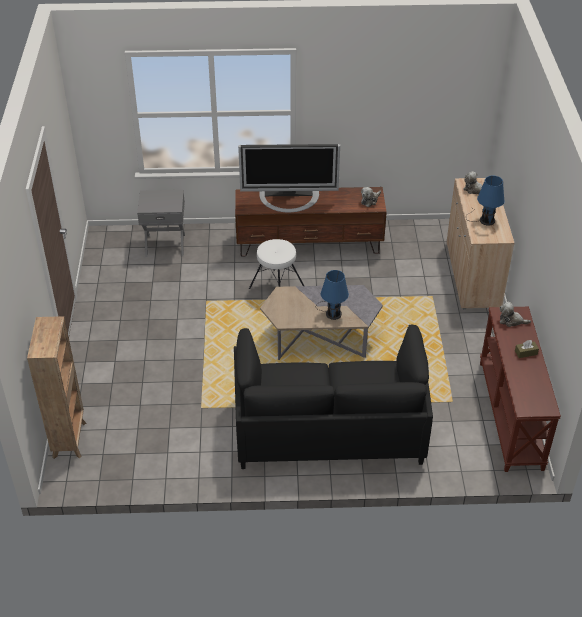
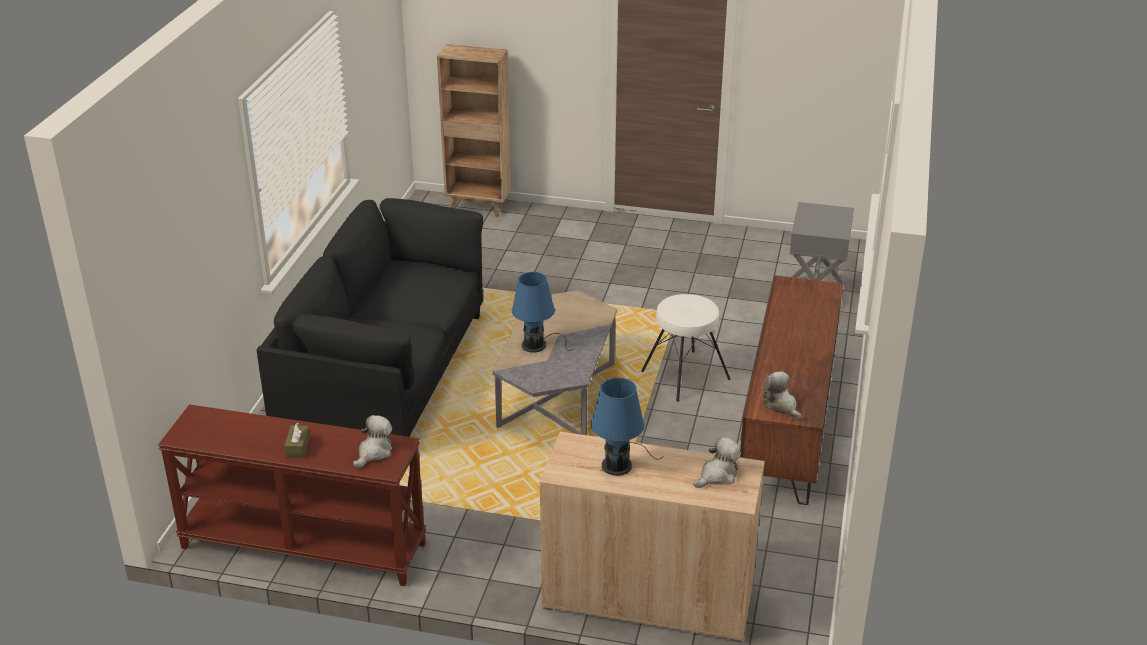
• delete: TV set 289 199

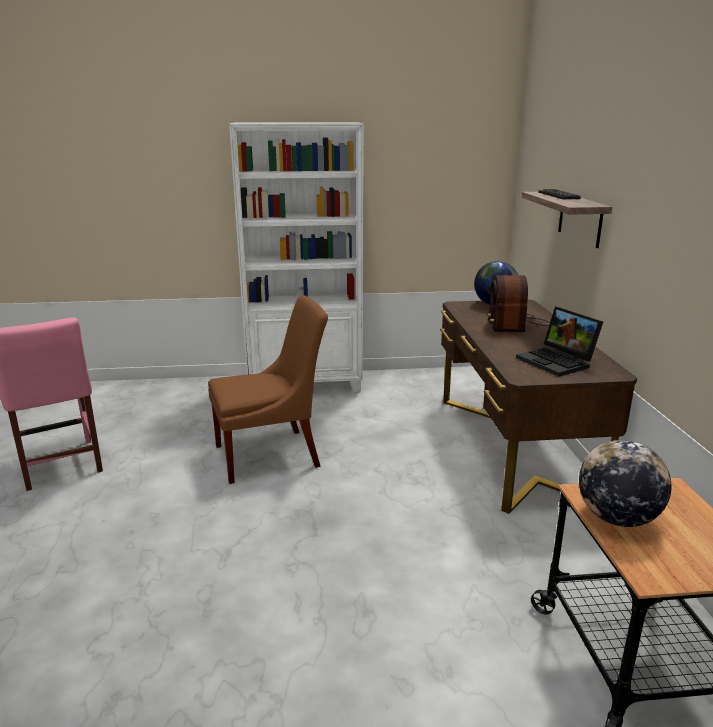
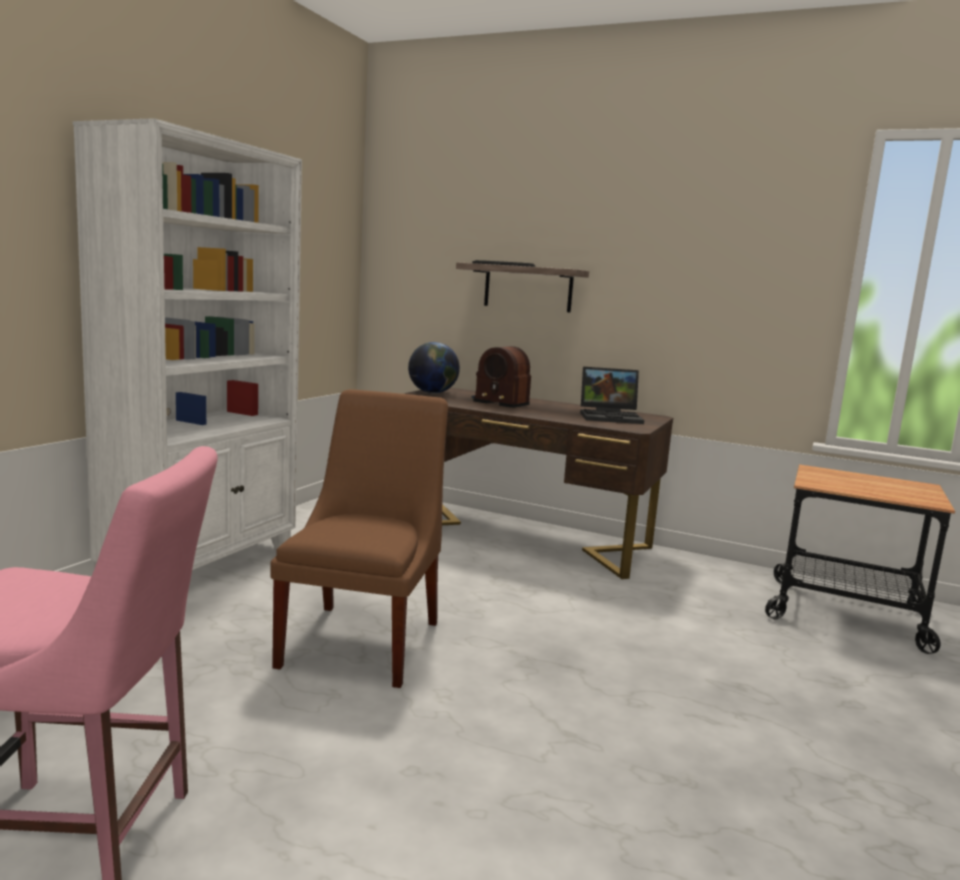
• delete: world globe 617 518

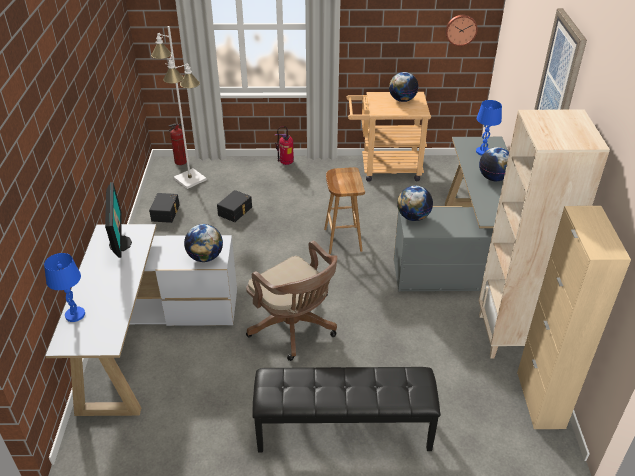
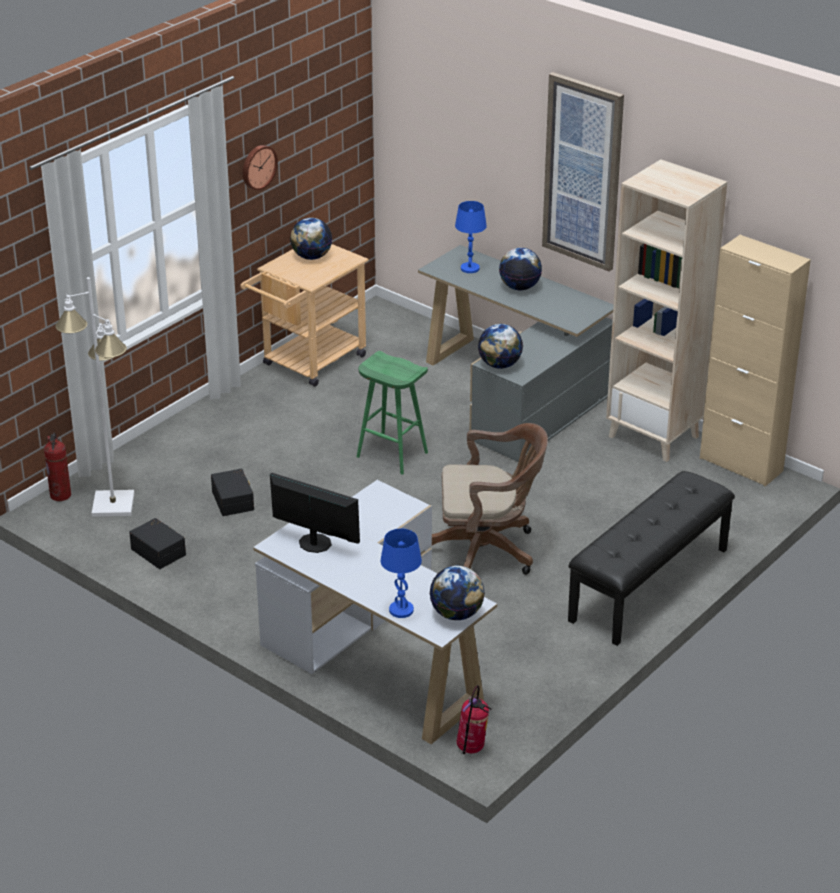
• move: world globe 205 257 to 456 614
• move: fire extinguisher 286 163 to 471 749
• move: wall clock 461 29 to 258 166
• recolor: stool seat (brown-coloured) 342 239 to stool seat (greenish) 391 454

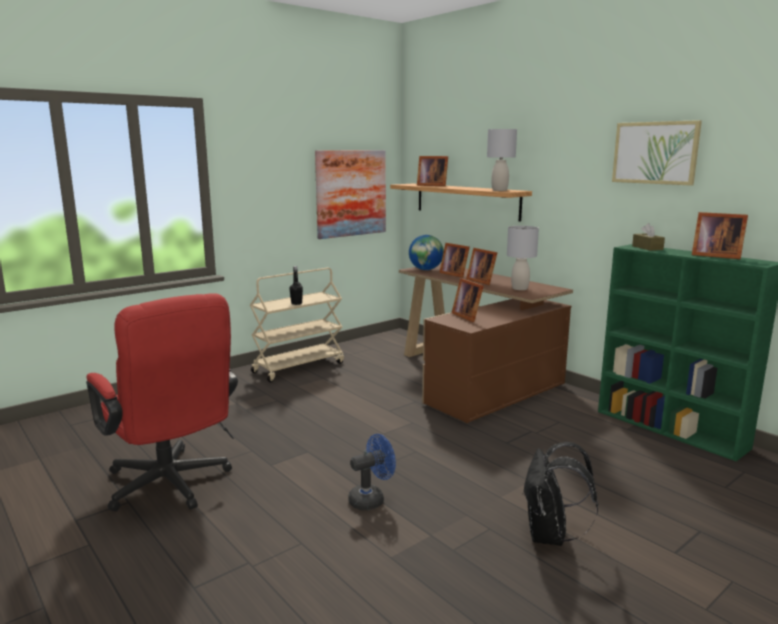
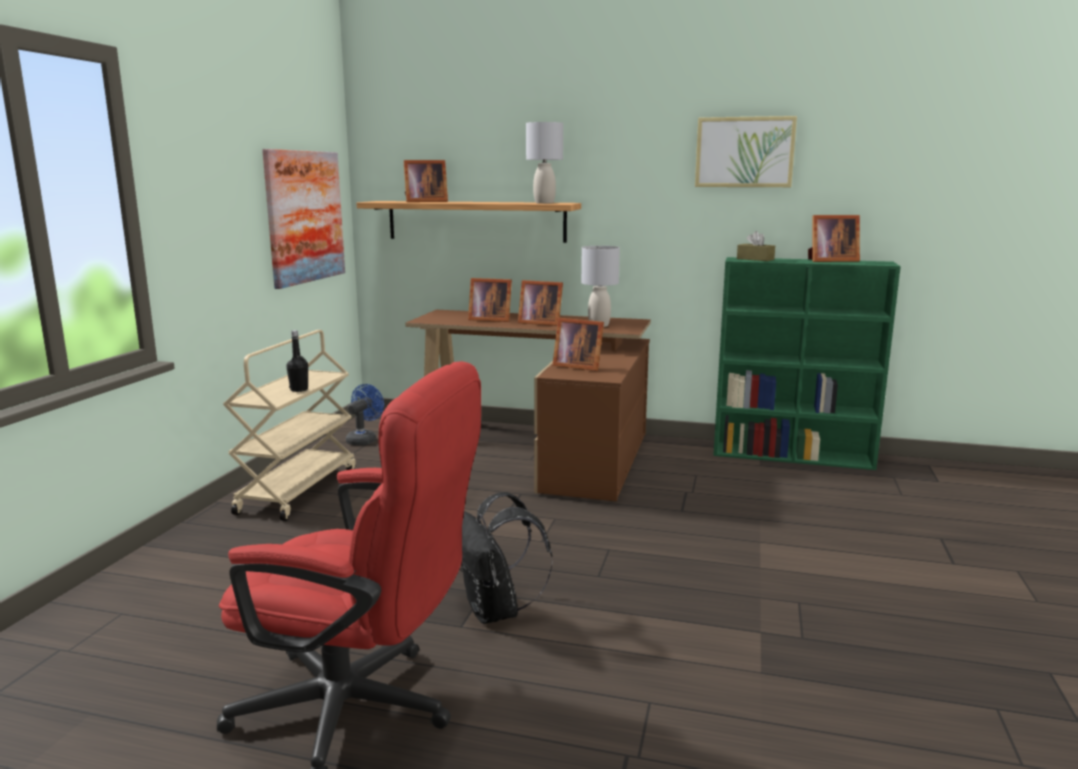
• delete: world globe 426 270
• move: cooling fan (bluish) 371 499 to 364 439
• move: knapsack (black-coloured) 550 536 to 496 612

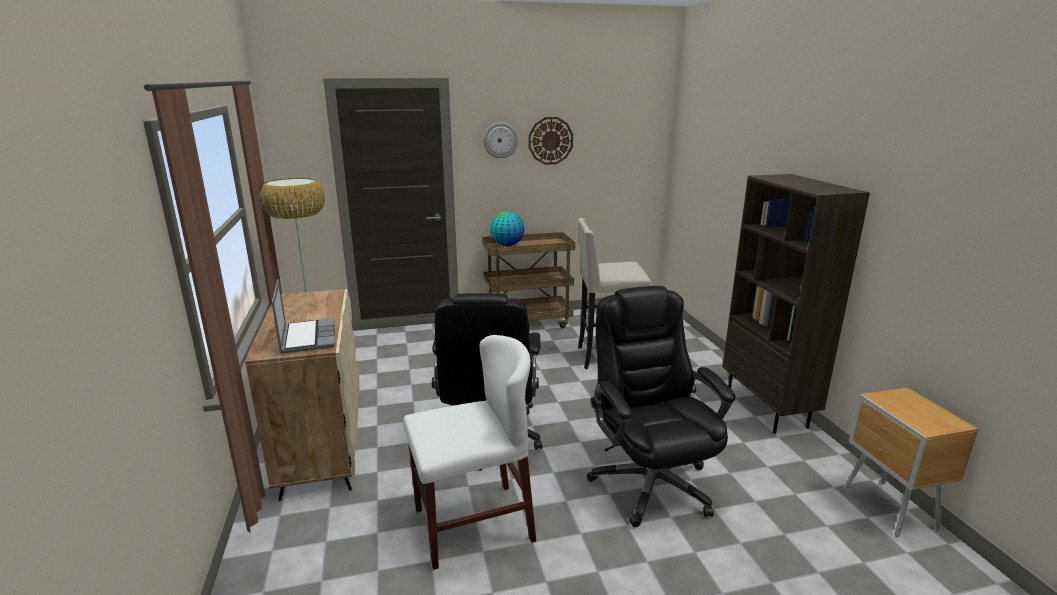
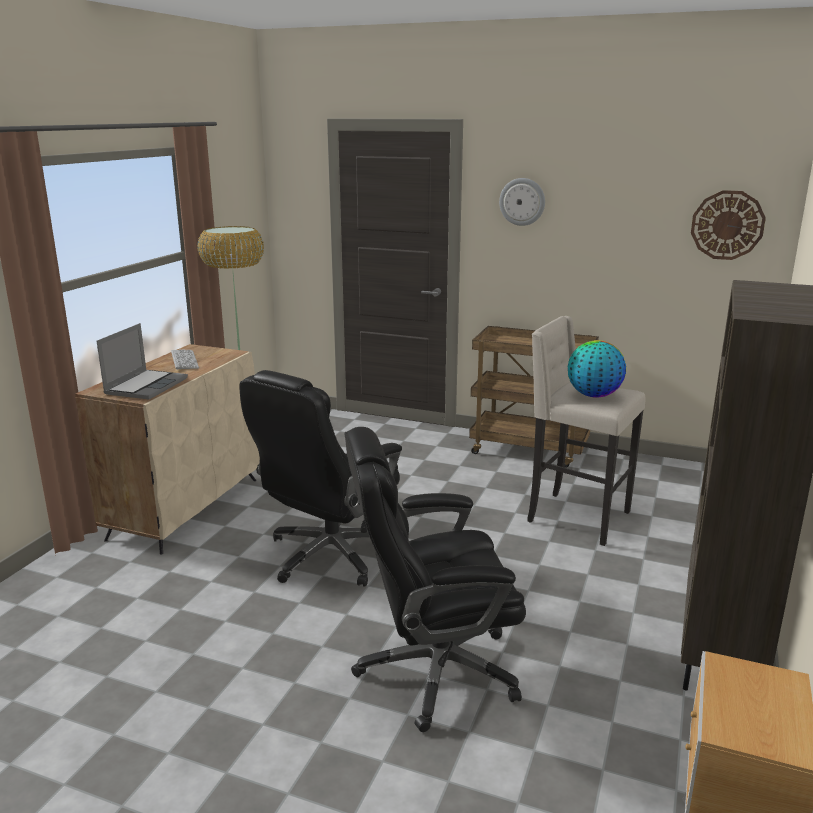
• delete: upright chair (white) 473 524
• insert: computer keyboard 184 360
• move: world globe 507 245 to 593 395
• move: wall clock 550 140 to 727 225
• rotate: desk chair (black-coloured) 650 482 = 433 670 120 degrees counterclockwise

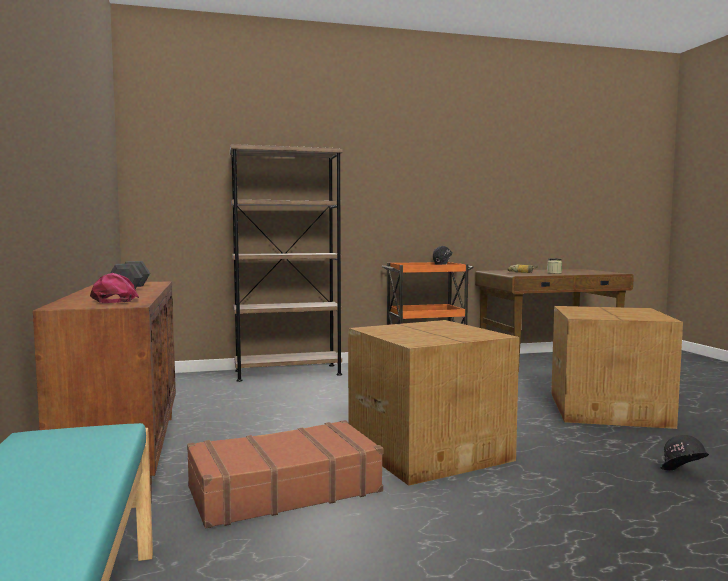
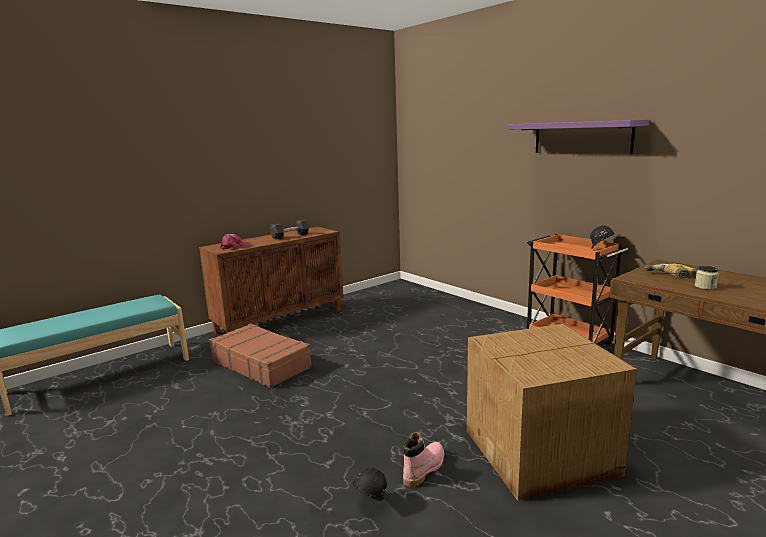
• delete: bookcase (brown-coloured) 288 372
• delete: carton 429 449
• insert: boot (pink-coloured) 424 468
• insert: shelf (purple) 582 137

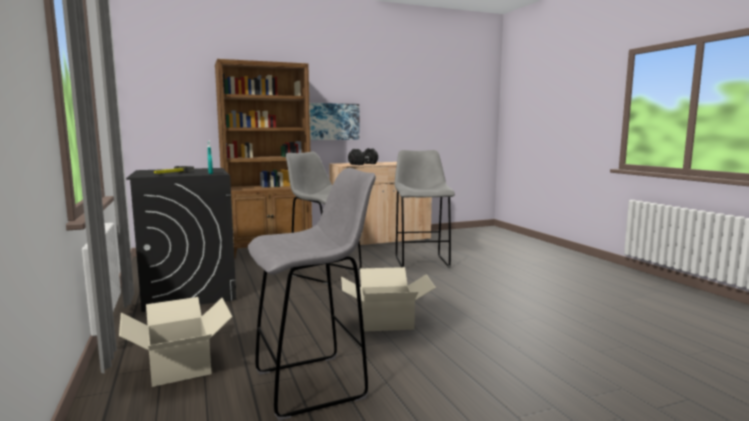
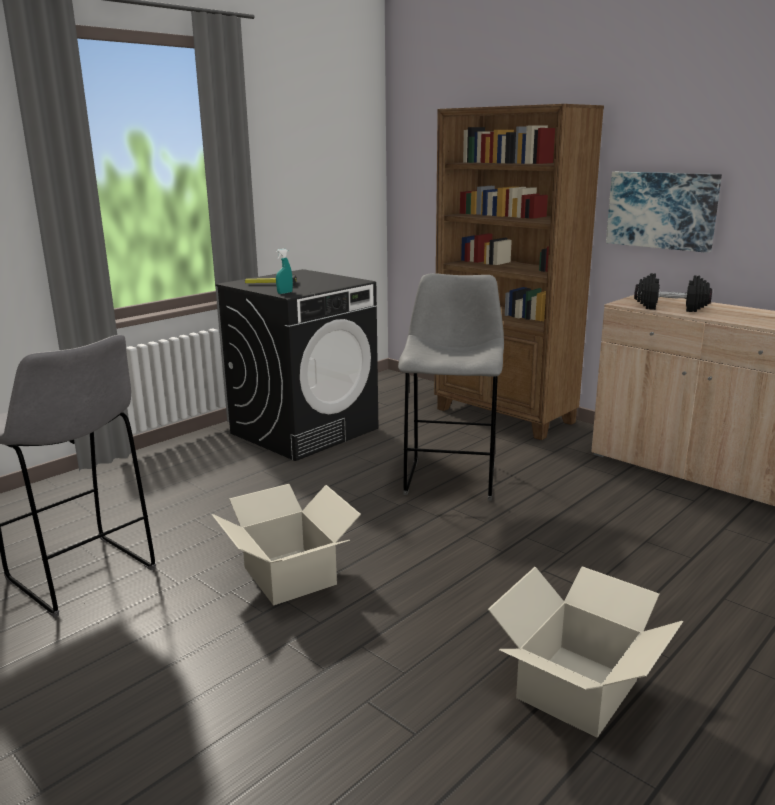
• delete: stool seat (gray) 421 262
• move: carton 179 366 to 575 688

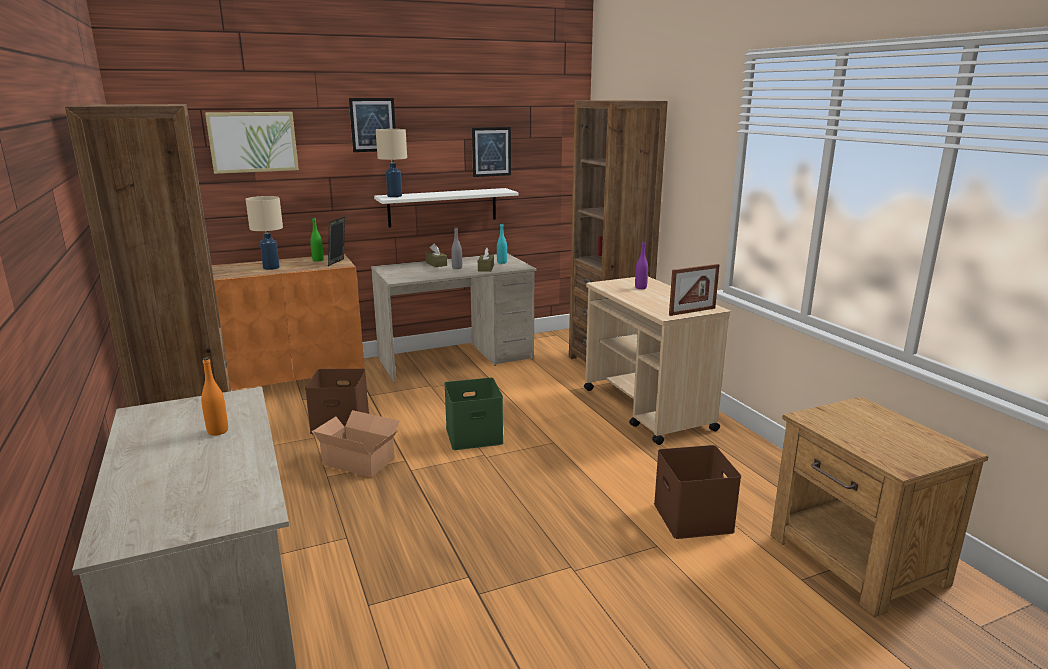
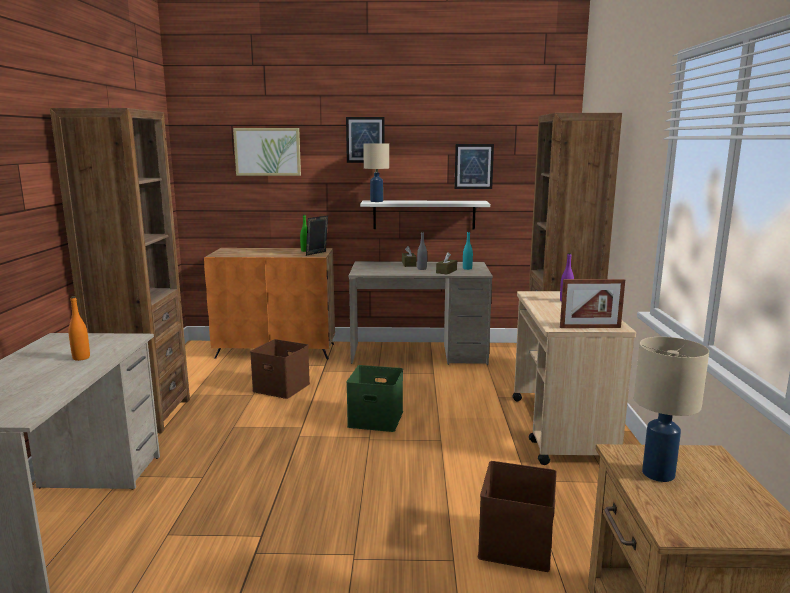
• delete: carton 359 460
• move: lamp for a table (beige-coloured) 271 268 to 658 474

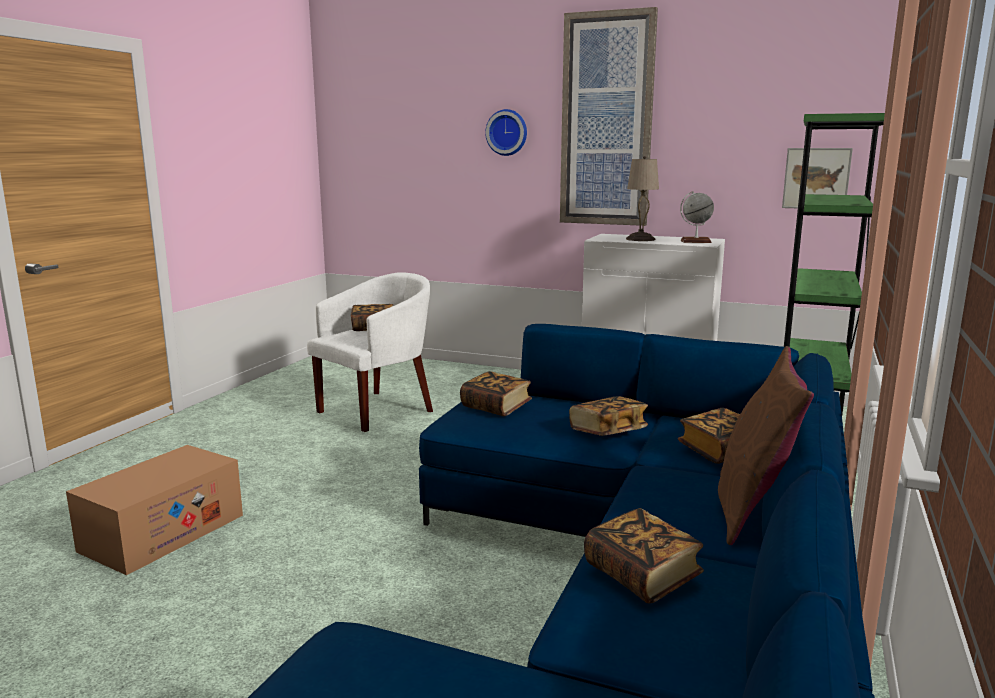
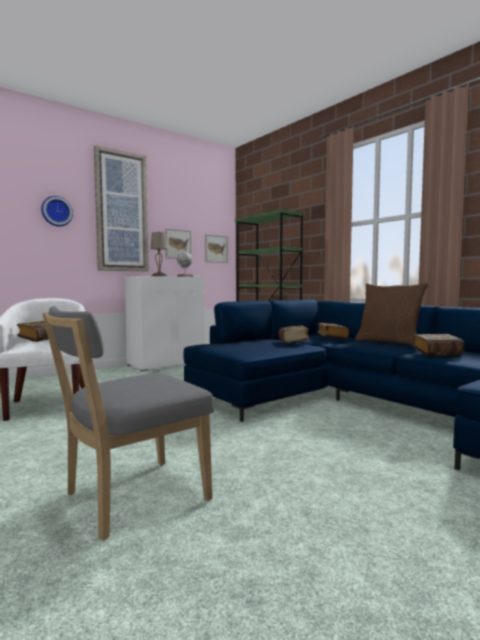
• delete: volume 496 407
• insert: picture 178 244
• replace: carton 163 533 to upright chair (gray) 130 498

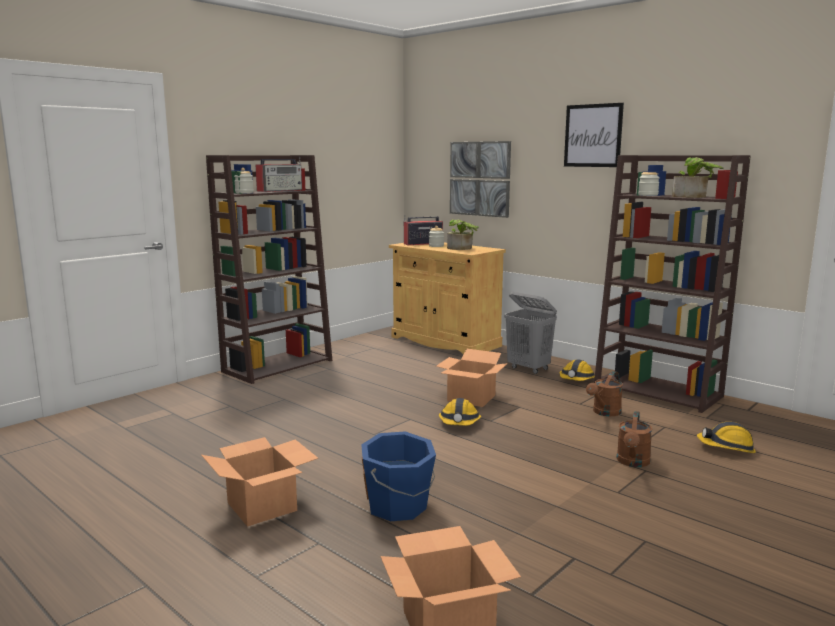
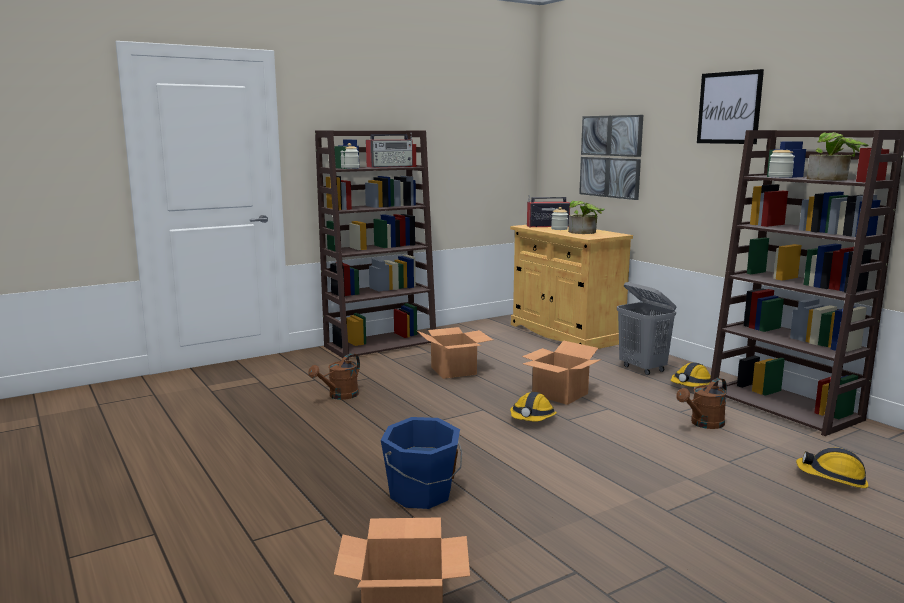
• move: carton 261 506 to 453 370
• move: watering can (brown-coloured) 632 462 to 339 396

